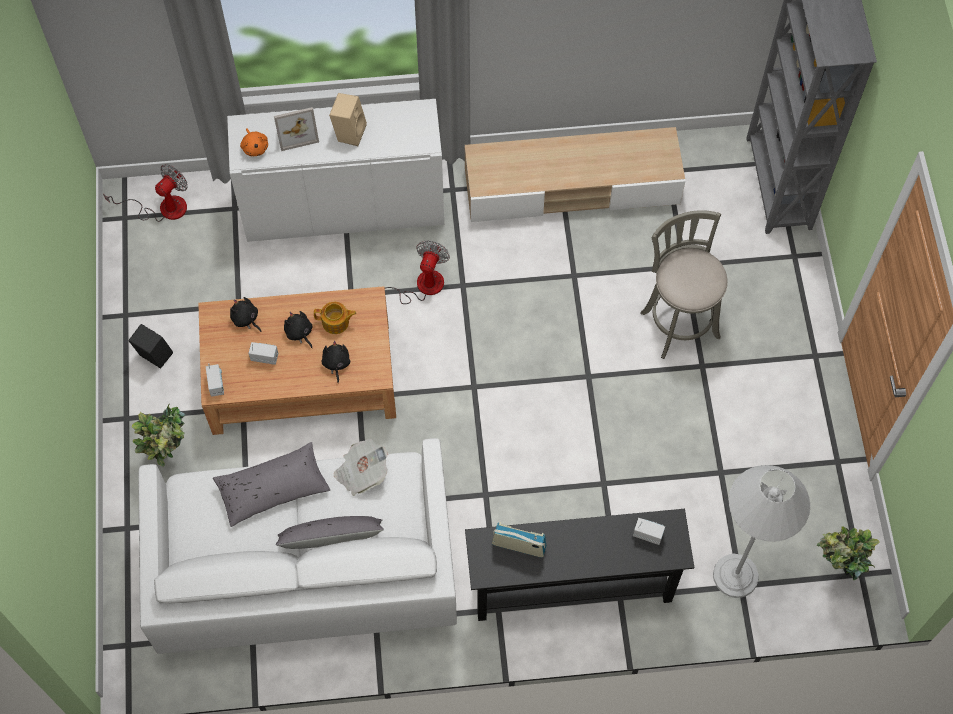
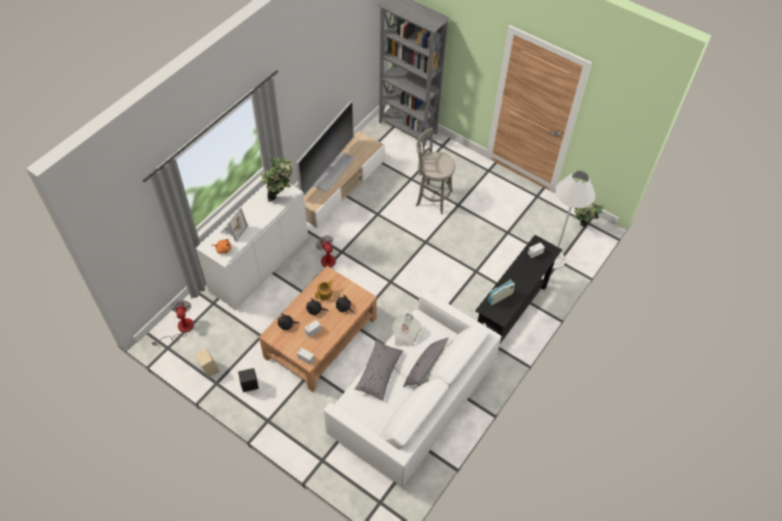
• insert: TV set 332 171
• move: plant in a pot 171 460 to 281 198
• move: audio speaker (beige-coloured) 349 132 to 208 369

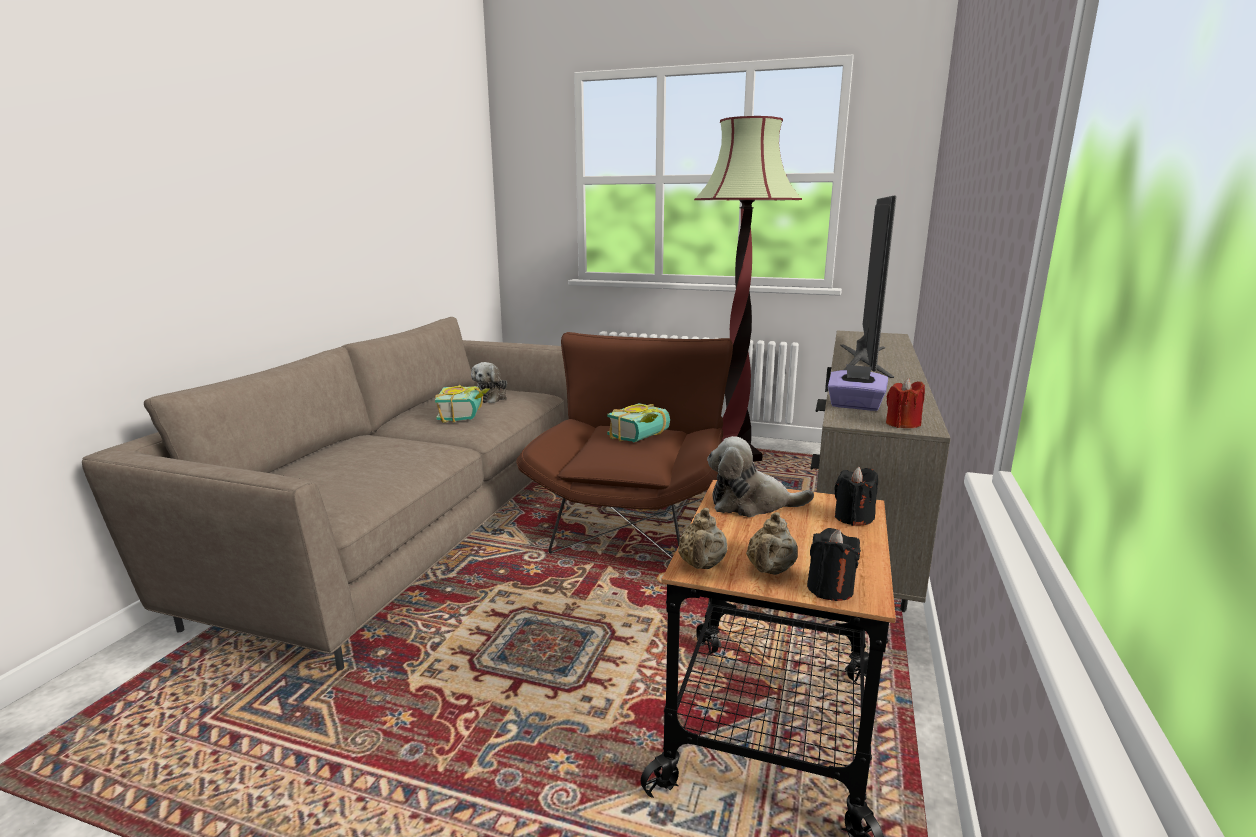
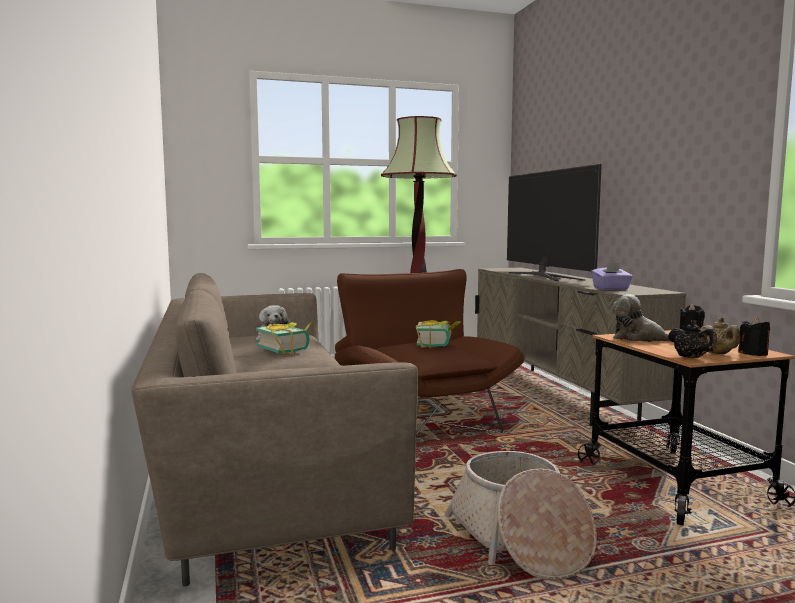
• delete: wax candle (reddish) 902 424
• insert: storage basket 519 540
• recolor: teapot (beige-coloured) 701 566 to teapot (black-coloured) 691 358
• rotate: cuddly toy 751 504 = 639 338 60 degrees clockwise

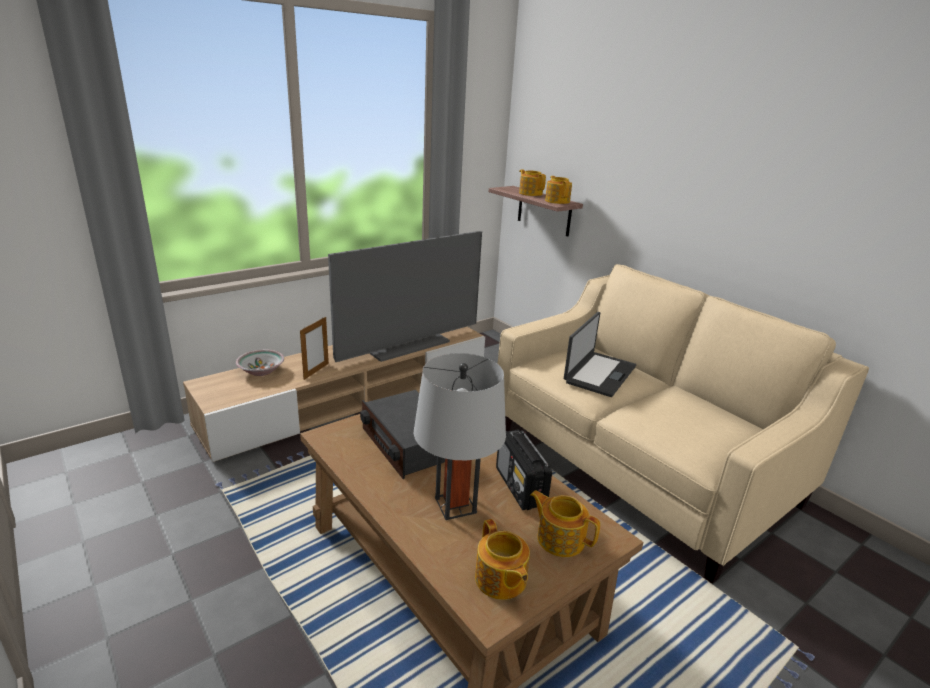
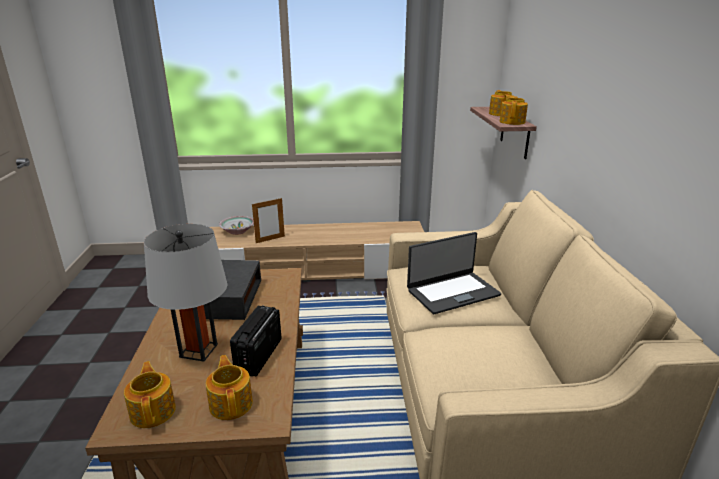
• delete: TV set 406 343
• rotate: teapot 500 580 = 153 411 150 degrees clockwise

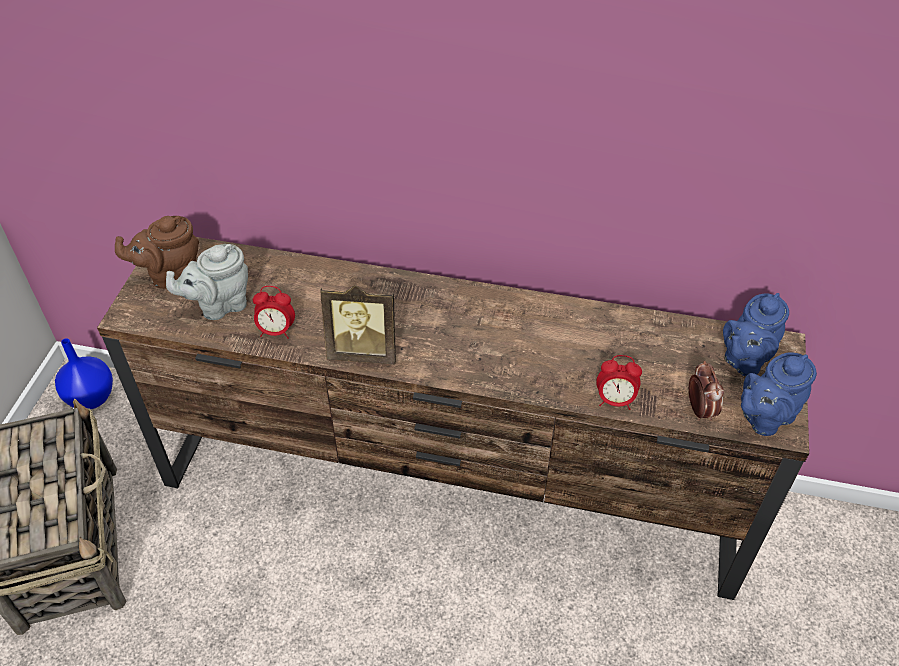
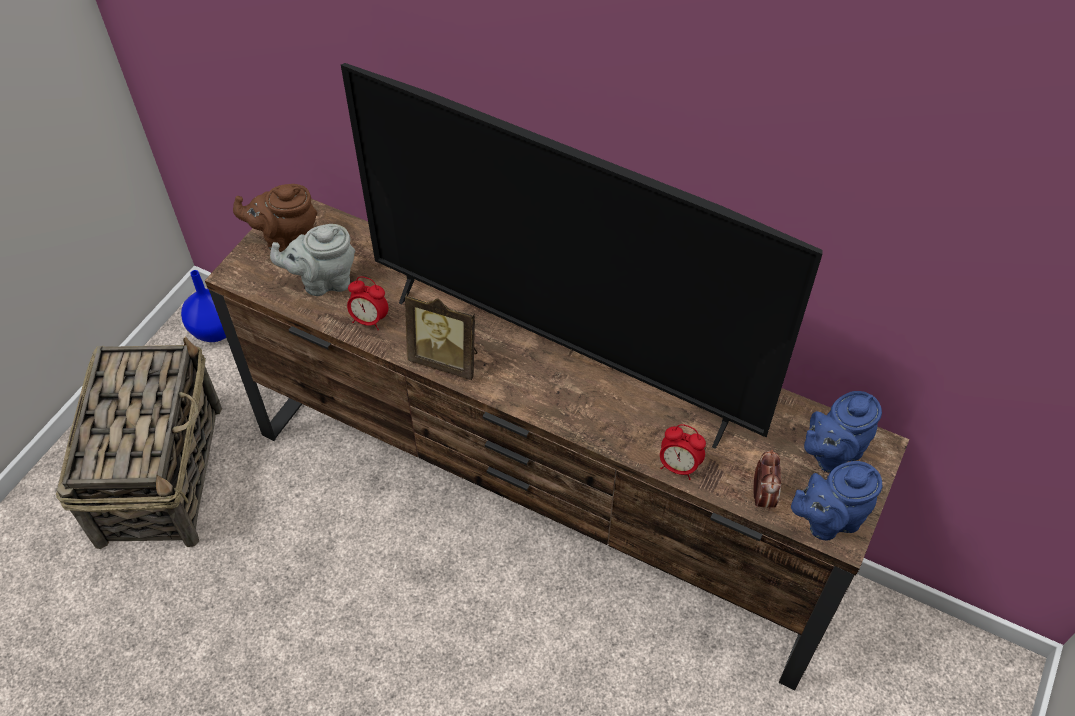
• insert: TV set 562 354

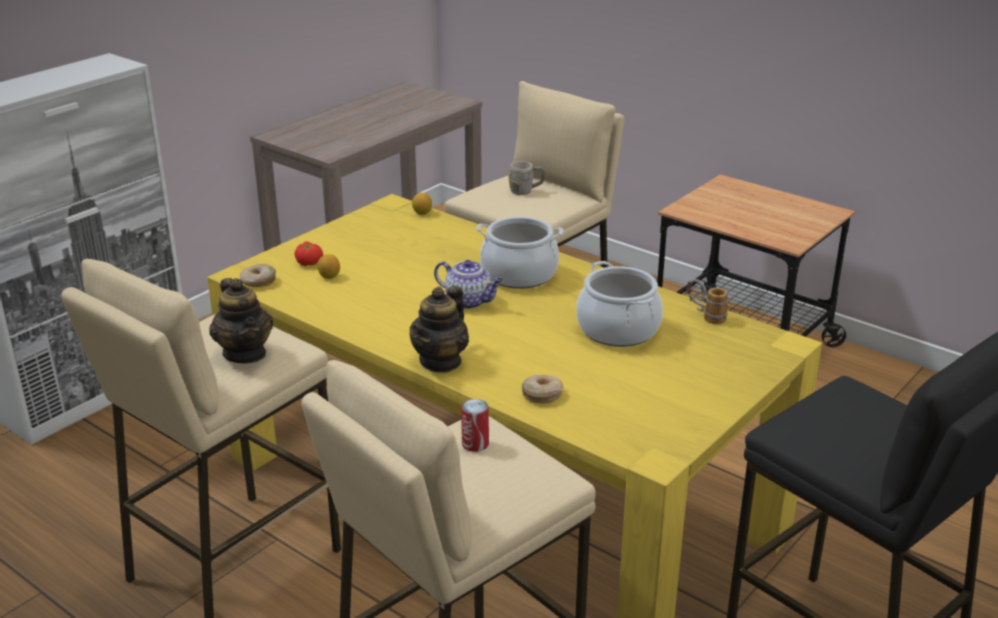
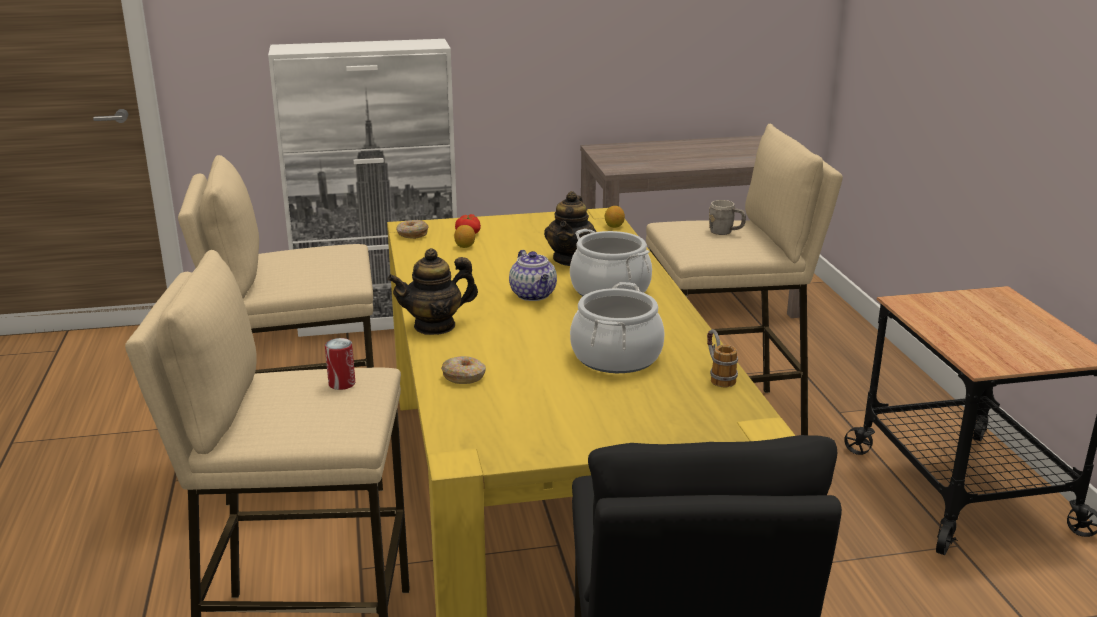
• move: teapot 245 353 to 571 260

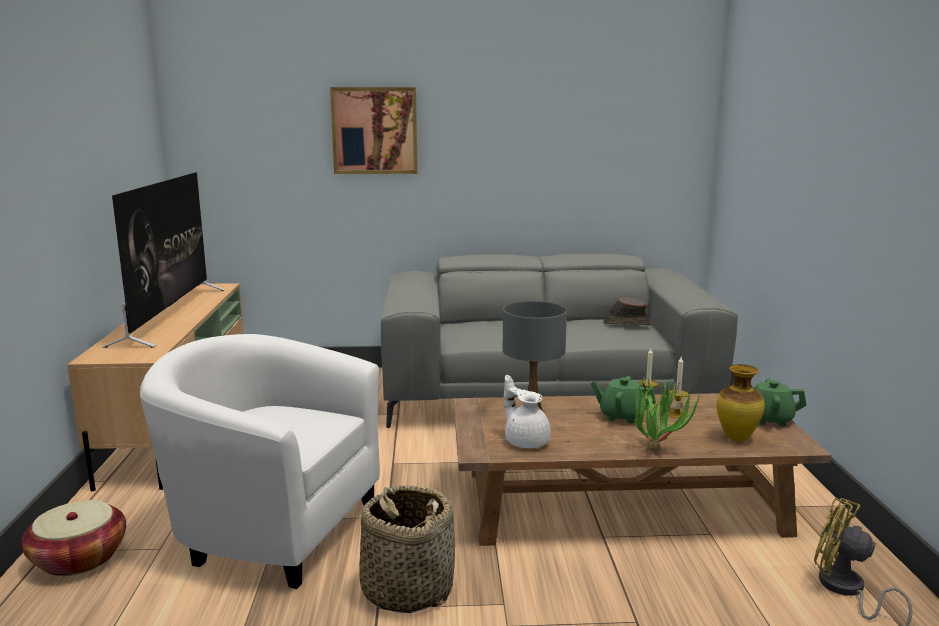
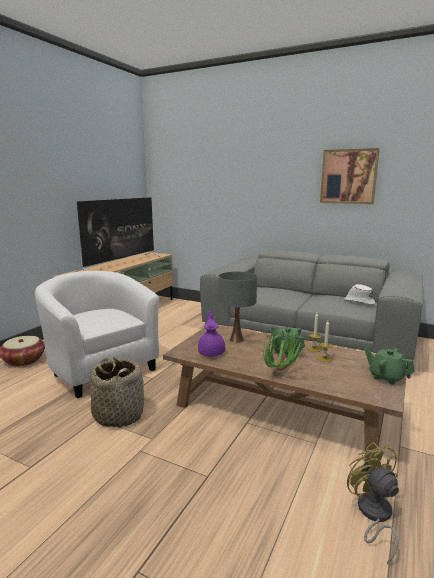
• delete: flower vase 737 438
• move: picture 374 131 to 348 176
• recolor: teapot (white) 526 441 to teapot (purple) 211 352
• recolor: wearable hat (brown-coloured) 626 324 to wearable hat (white) 358 301

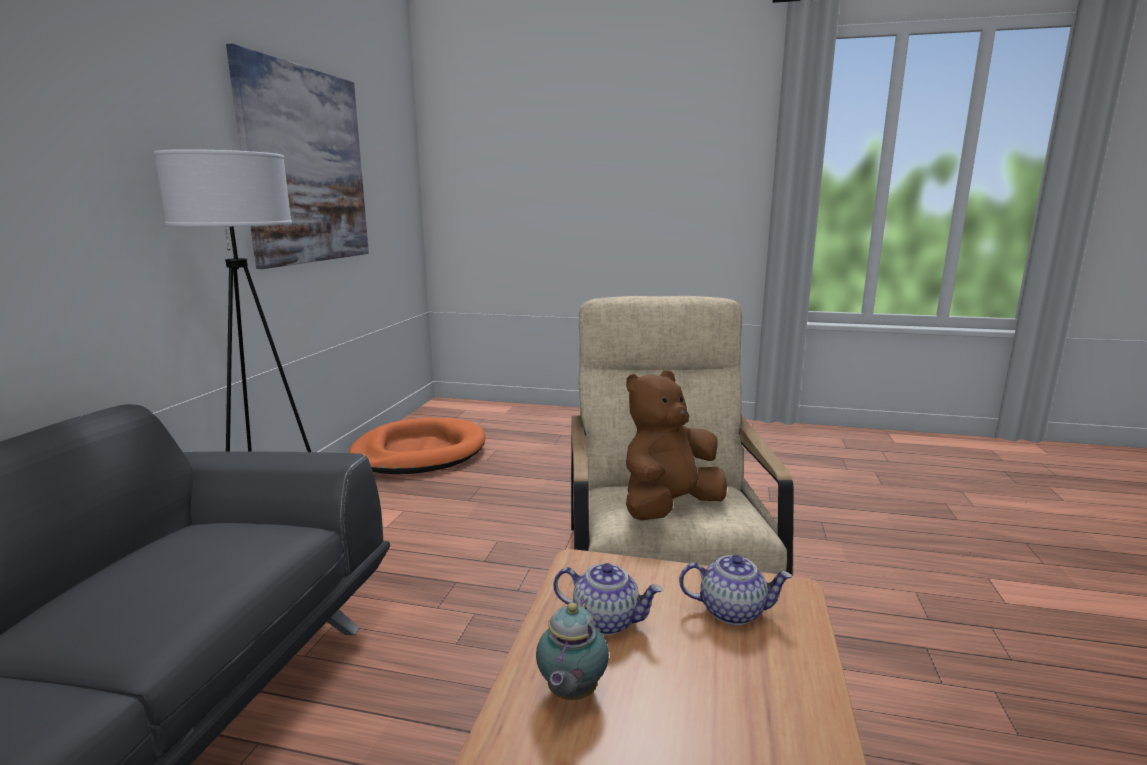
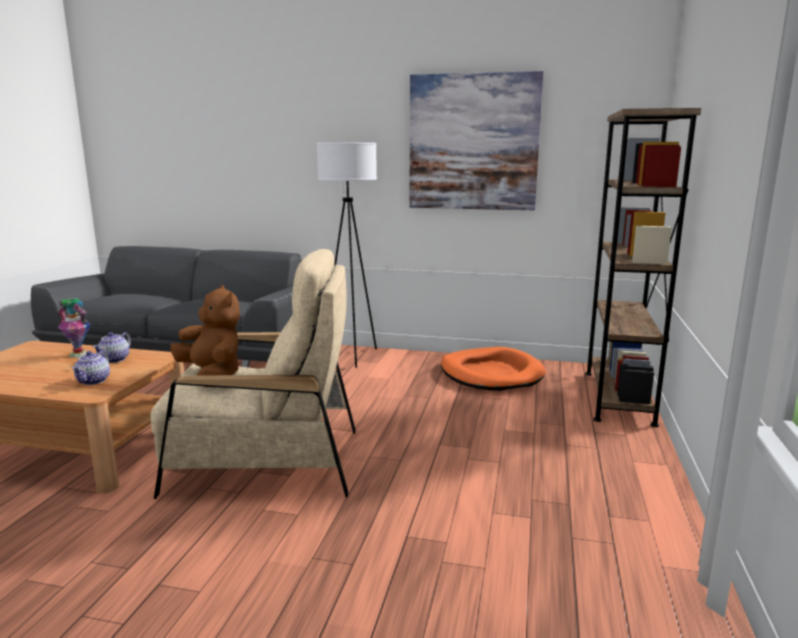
• insert: bookcase (brown-coloured) 618 397
• replace: teapot 570 694 to flower vase 79 354

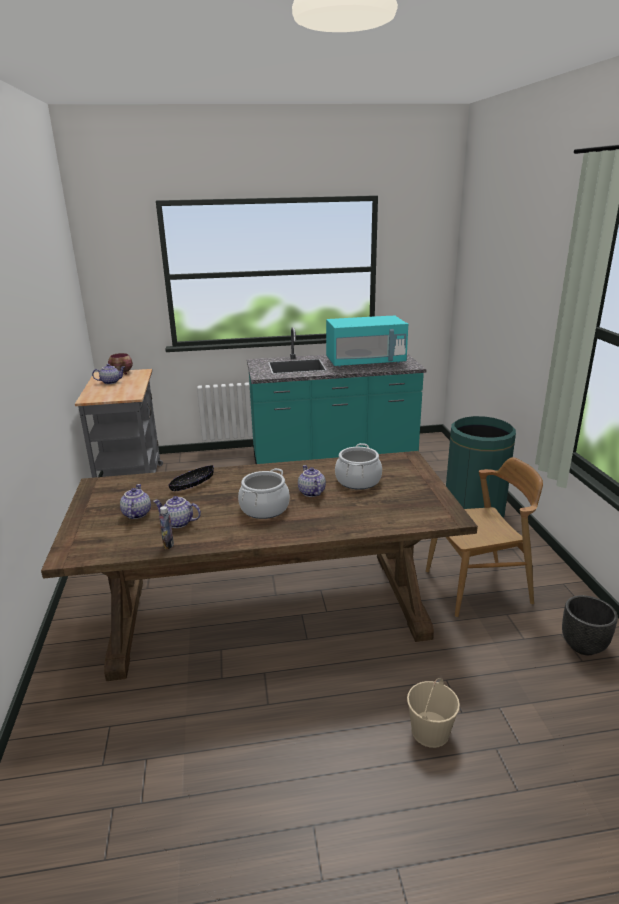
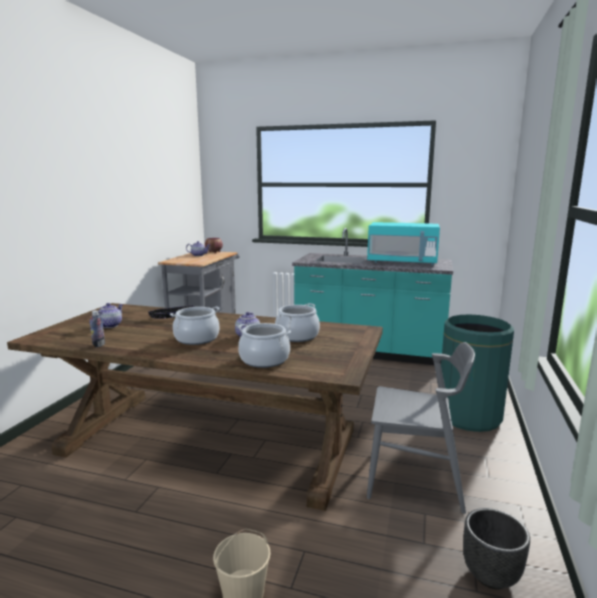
• delete: teapot 178 523
• insert: stockpot 264 360
• recolor: upright chair (brown-coloured) 478 587 to upright chair (gray) 415 480

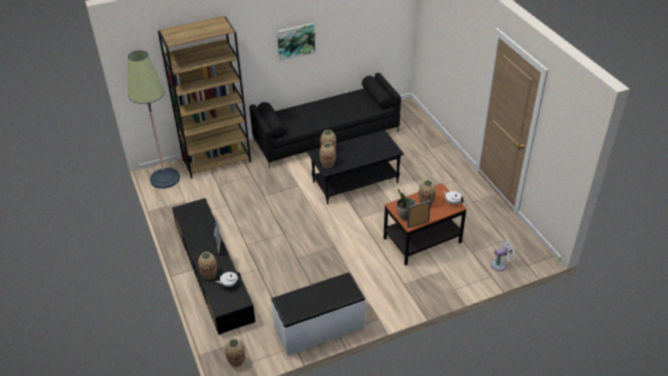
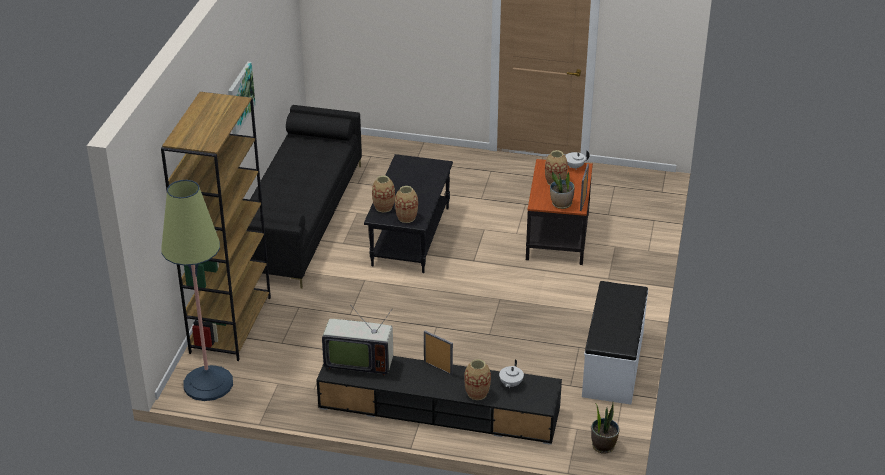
• delete: cooling fan (white) 500 264
• insert: TV set 358 361
• replace: flower vase 236 360 to plant in a pot 603 446

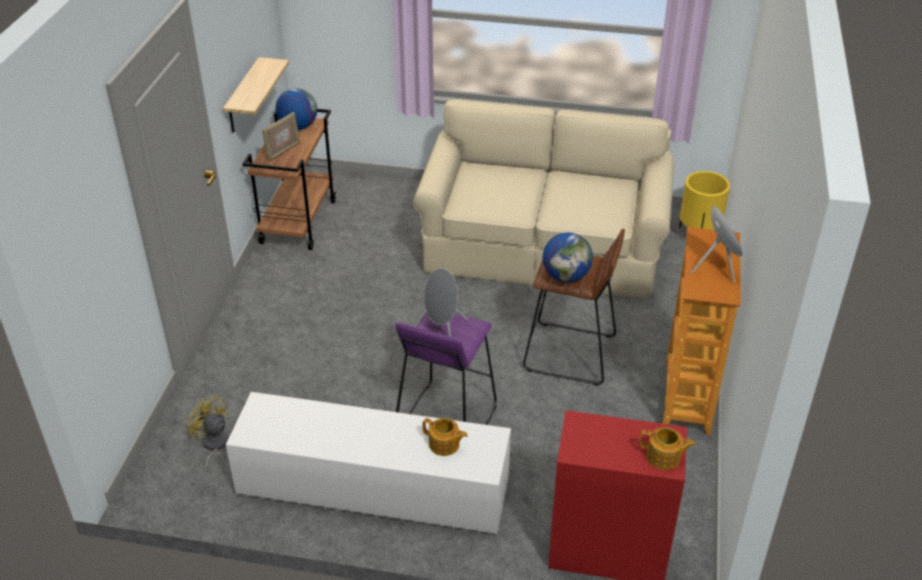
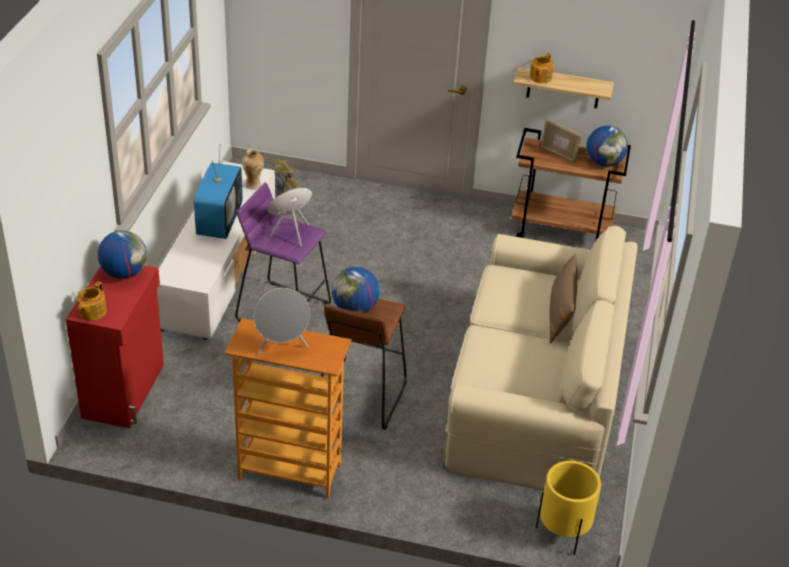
• insert: world globe 124 273
• insert: TV set 219 221
• insert: flower vase 253 185
• insert: cushion (brown-coloured) 560 314
• move: teapot 444 445 to 540 77

